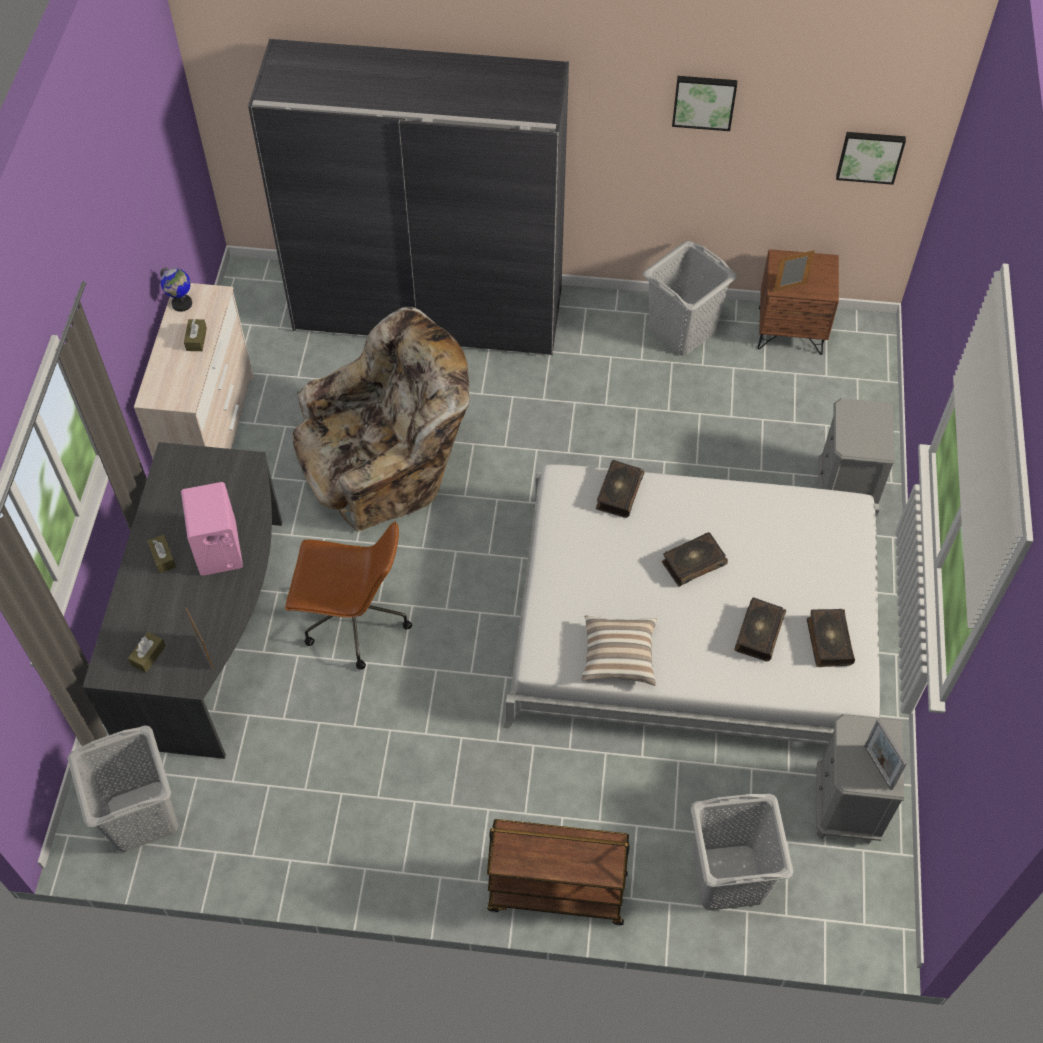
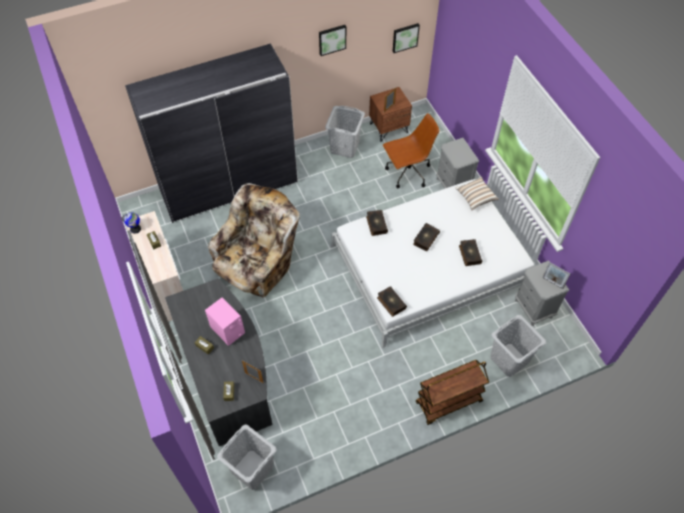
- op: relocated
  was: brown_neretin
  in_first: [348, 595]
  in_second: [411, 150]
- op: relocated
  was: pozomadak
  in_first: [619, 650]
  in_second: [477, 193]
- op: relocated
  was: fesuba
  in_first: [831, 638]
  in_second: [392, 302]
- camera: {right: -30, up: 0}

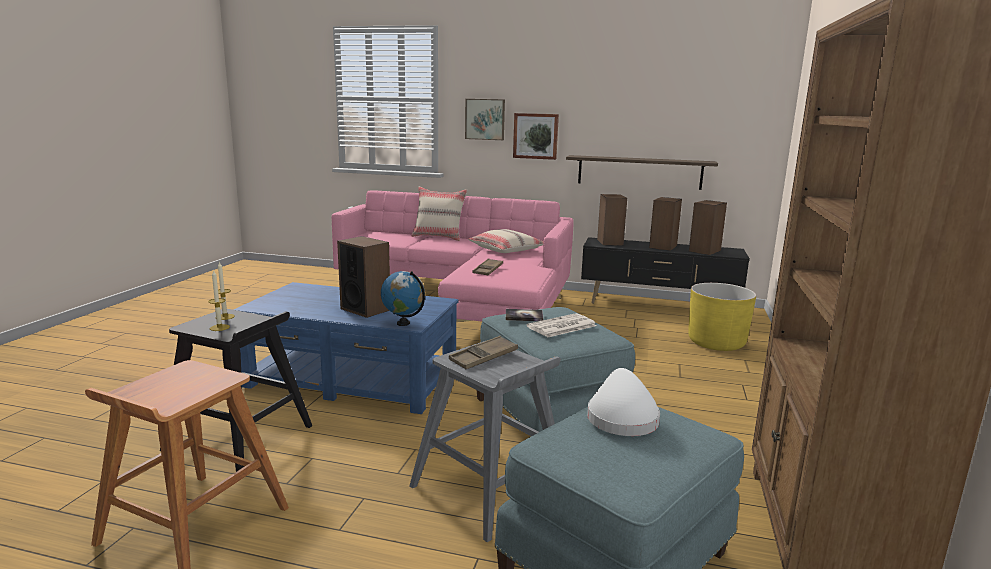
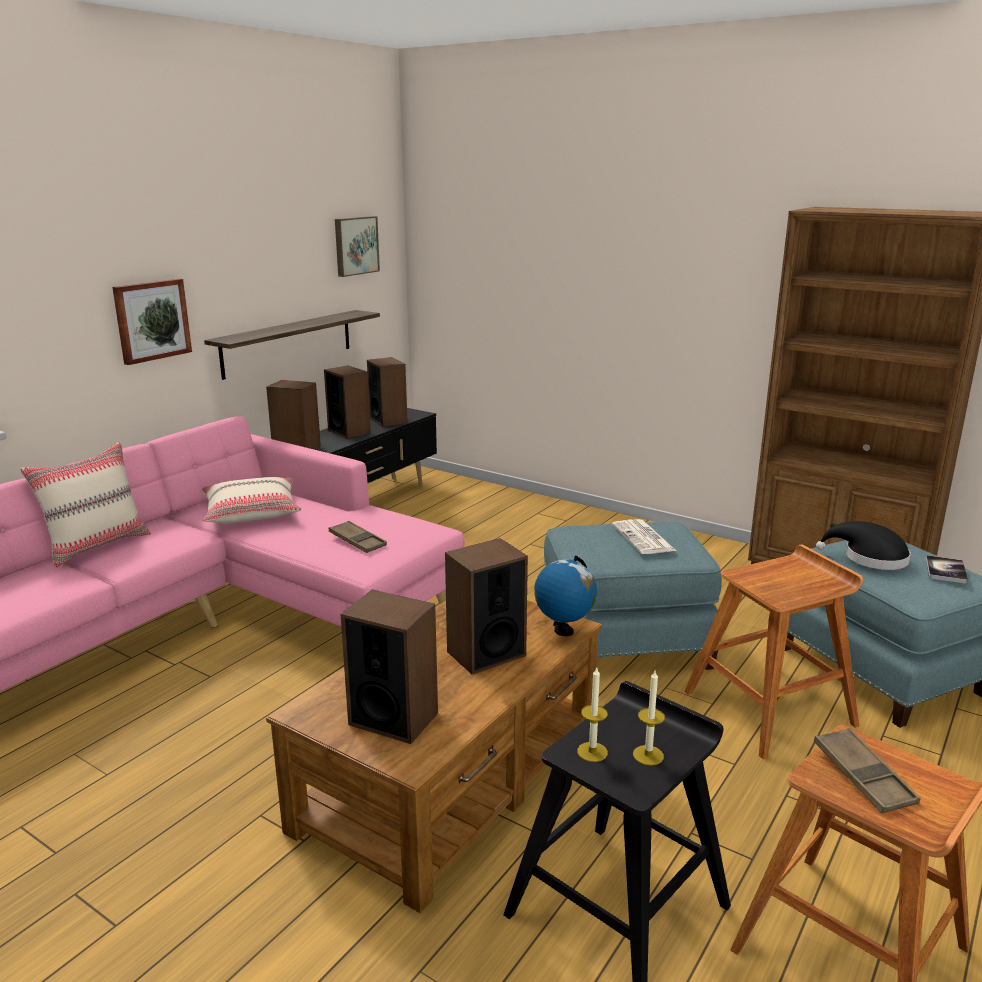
- op: missing
  was: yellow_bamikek
  in_first: [722, 317]
- op: appeared
  now: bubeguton
  in_second: [389, 666]
- op: relocated
  was: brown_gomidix
  in_first: [483, 352]
  in_second: [867, 771]
- op: relocated
  was: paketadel
  in_first: [485, 119]
  in_second: [357, 246]
- op: relocated
  was: fesuba
  in_first: [525, 315]
  in_second: [947, 569]
- op: colour
  was: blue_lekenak
  now: brown_lekenak
  in_first: [346, 348]
  in_second: [434, 756]
- op: colour
  was: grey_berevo
  now: brown_berevo
  in_first: [485, 442]
  in_second: [773, 651]
- op: colour
  was: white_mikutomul
  now: black_mikutomul
  in_first: [623, 402]
  in_second: [863, 545]
- camera: {right: -70, up: 5}

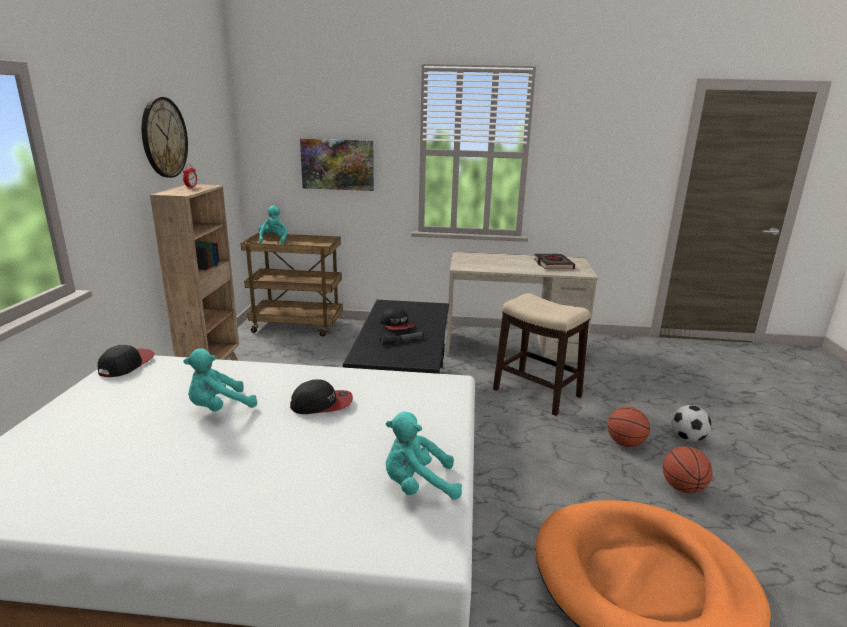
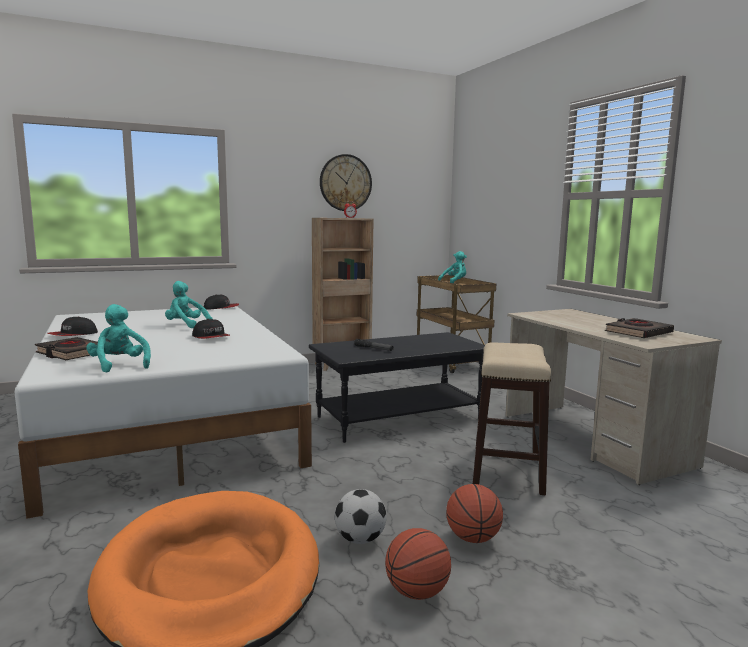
- op: missing
  was: paketadel
  in_first: [337, 164]
- op: appeared
  now: black_fesuba
  in_second: [66, 348]
- op: relocated
  was: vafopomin
  in_first: [397, 319]
  in_second: [72, 326]
- op: relocated
  was: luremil
  in_first: [691, 423]
  in_second: [361, 516]
- camera: {right: 60, up: -10}

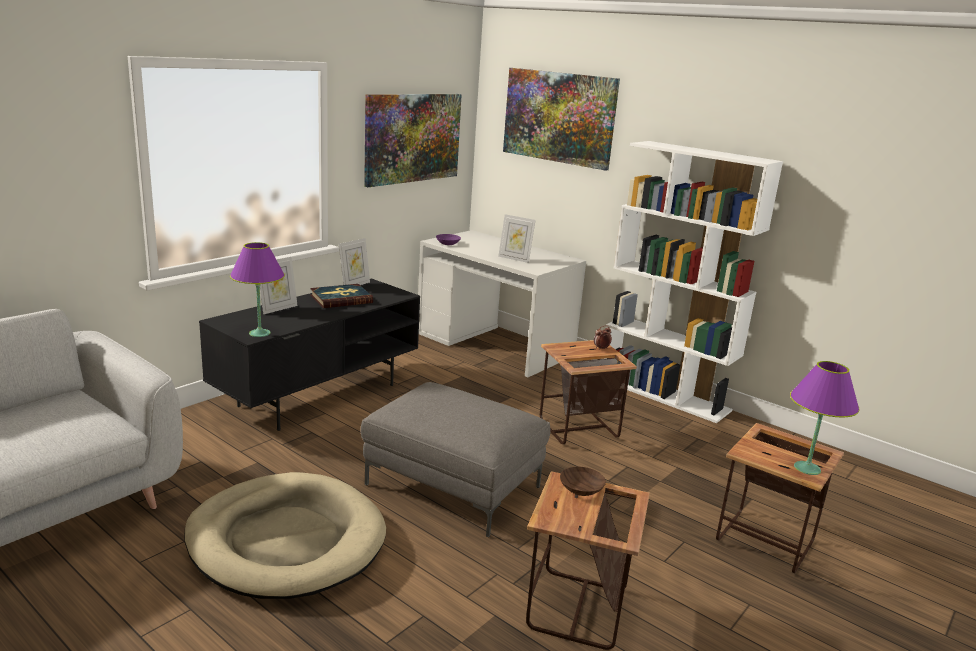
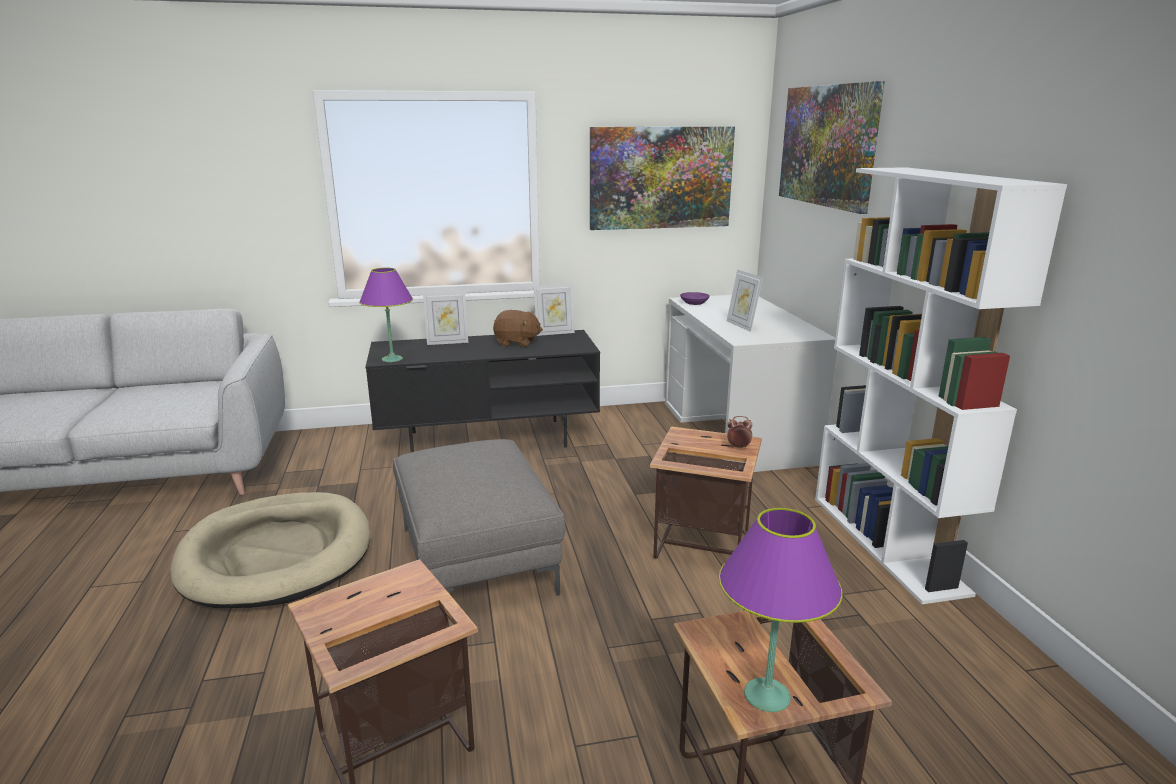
- op: missing
  was: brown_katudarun
  in_first: [583, 481]
- op: exchanged
  was: fesuba
  now: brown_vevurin
  in_first: [341, 296]
  in_second: [518, 328]
- camera: {right: 40, up: 0}

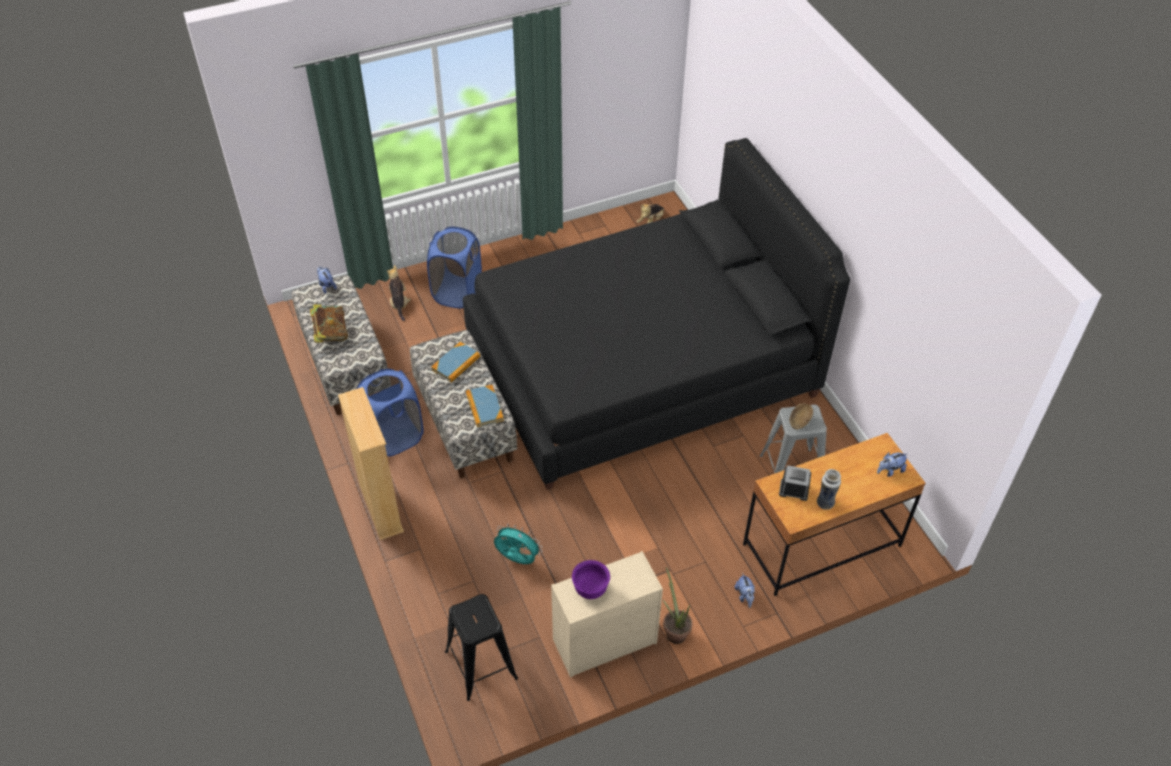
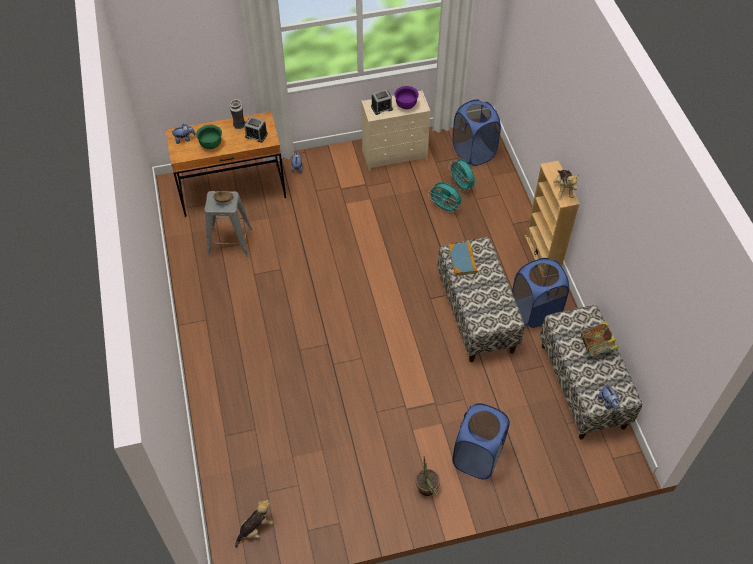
- op: missing
  was: fesuba
  in_first: [455, 362]
- op: missing
  was: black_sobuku
  in_first: [656, 314]
- op: appeared
  now: green_katudarun
  in_second: [209, 137]
- op: appeared
  now: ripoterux
  in_second: [382, 102]
- op: appeared
  now: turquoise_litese
  in_second: [462, 175]
- op: relocated
  was: vevurin
  in_first: [399, 293]
  in_second: [565, 184]
- op: relocated
  was: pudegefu
  in_first: [678, 605]
  in_second: [428, 477]
- op: exchanged
  was: black_berevo
  now: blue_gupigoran
  in_first: [481, 647]
  in_second: [477, 132]
- camera: {right: -170, up: 5}

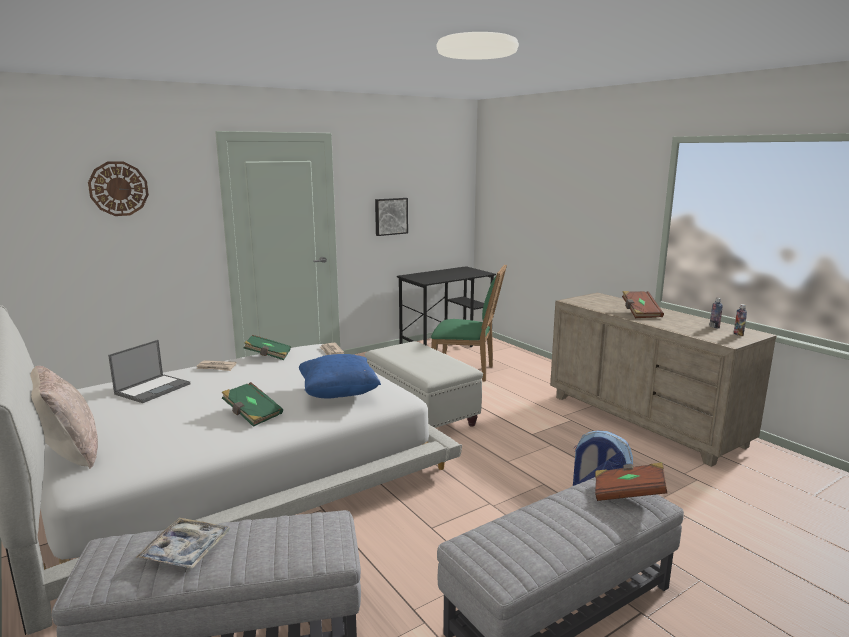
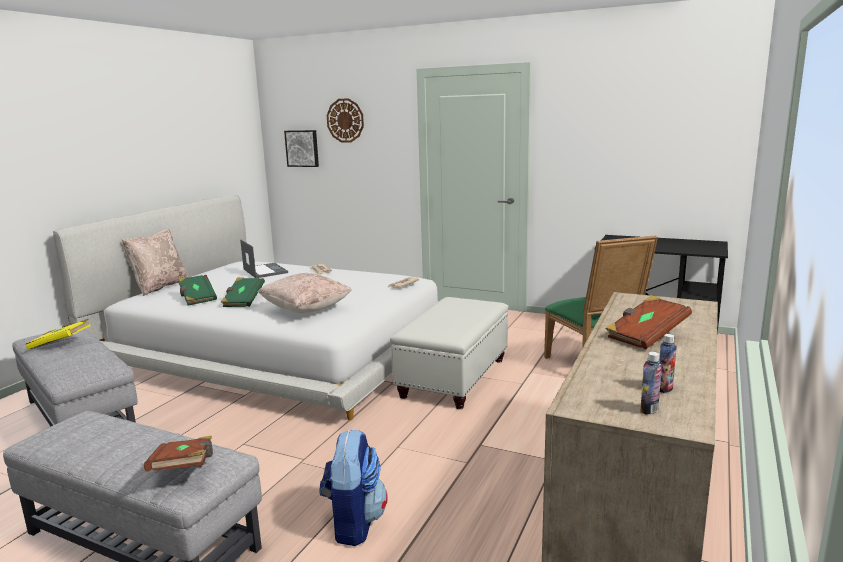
- op: relocated
  was: green_fesuba
  in_first: [267, 347]
  in_second: [197, 290]
- op: relocated
  was: paketadel
  in_first: [391, 217]
  in_second: [301, 148]
- op: exchanged
  was: gomidix
  now: yellow_fesuba
  in_first: [183, 543]
  in_second: [58, 334]
- op: colour
  was: blue_pozomadak
  now: beige_pozomadak
  in_first: [340, 376]
  in_second: [305, 293]
- op: spun
  was: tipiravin
  in_first: [149, 371]
  in_second: [264, 259]
  clockwise: -120
- camera: {right: 60, up: 0}

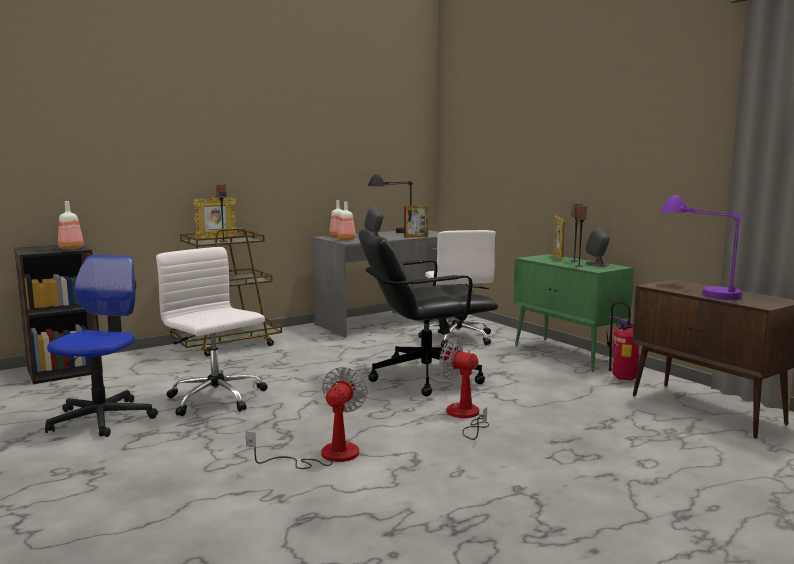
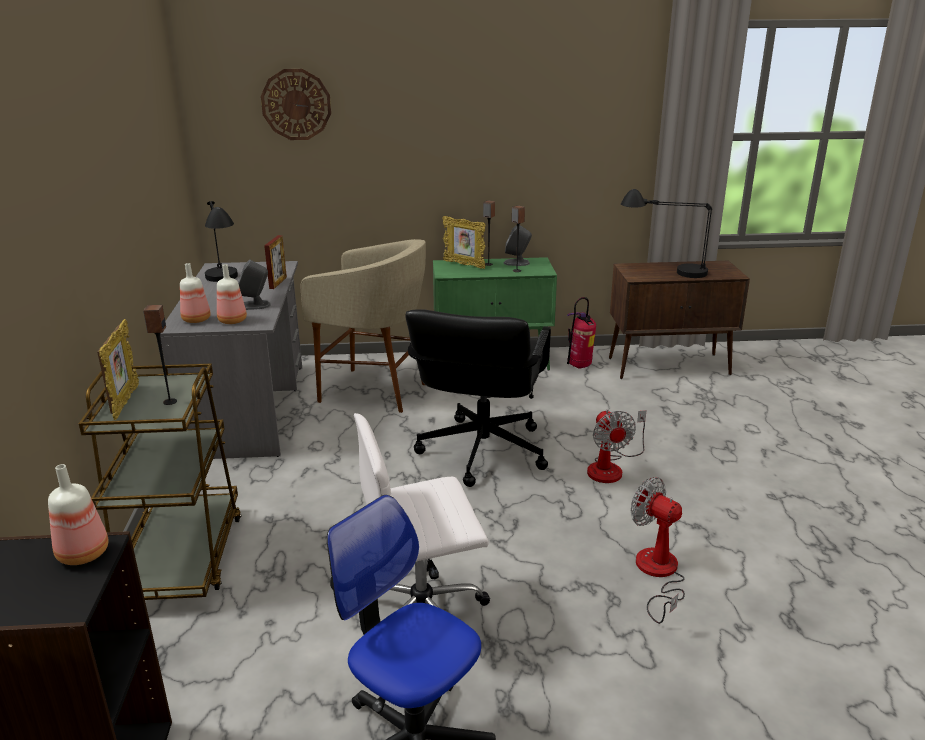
- op: appeared
  now: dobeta
  in_second: [296, 104]
- op: exchanged
  was: white_neretin
  now: beige_berevo
  in_first: [457, 288]
  in_second: [363, 326]
- op: colour
  was: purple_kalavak
  now: black_kalavak
  in_first: [701, 247]
  in_second: [666, 233]
- op: spun
  was: litese
  in_first: [464, 389]
  in_second: [617, 446]
  clockwise: -75
- camera: {right: -60, up: 15}

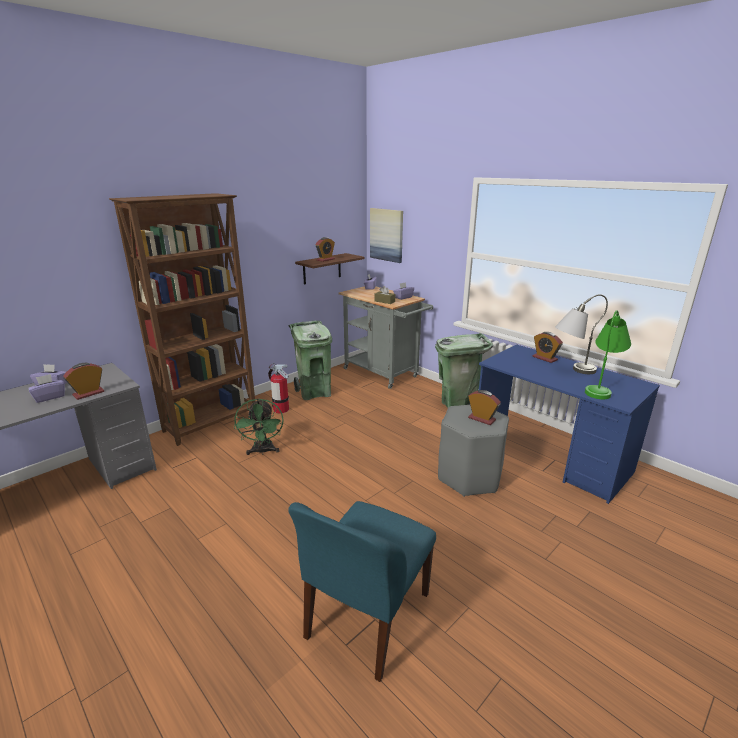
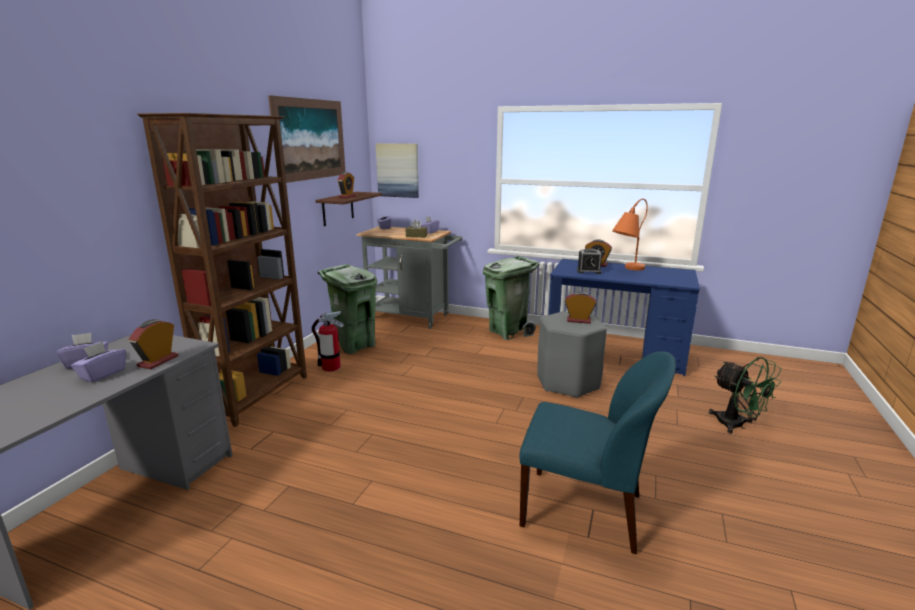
- op: missing
  was: green_kalavak
  in_first: [608, 354]
- op: appeared
  now: paketadel
  in_second: [307, 139]
- op: appeared
  now: ripoterux
  in_second: [589, 261]
- op: relocated
  was: green_litese
  in_first: [259, 426]
  in_second: [745, 395]
- op: colour
  was: grey_kalavak
  now: orange_kalavak
  in_first: [581, 334]
  in_second: [630, 235]
- op: spun
  was: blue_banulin
  in_first: [362, 591]
  in_second: [597, 452]
  clockwise: -75
- camera: {right: -25, up: -5}

